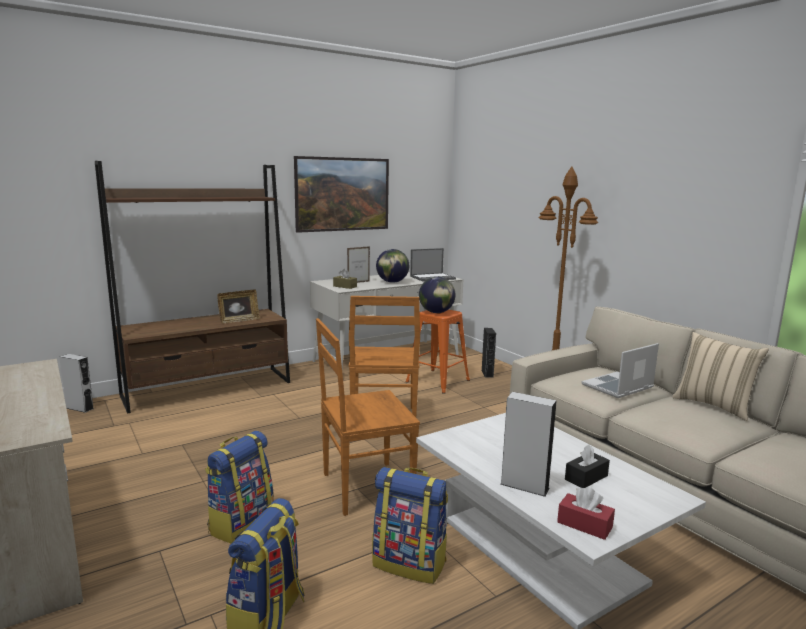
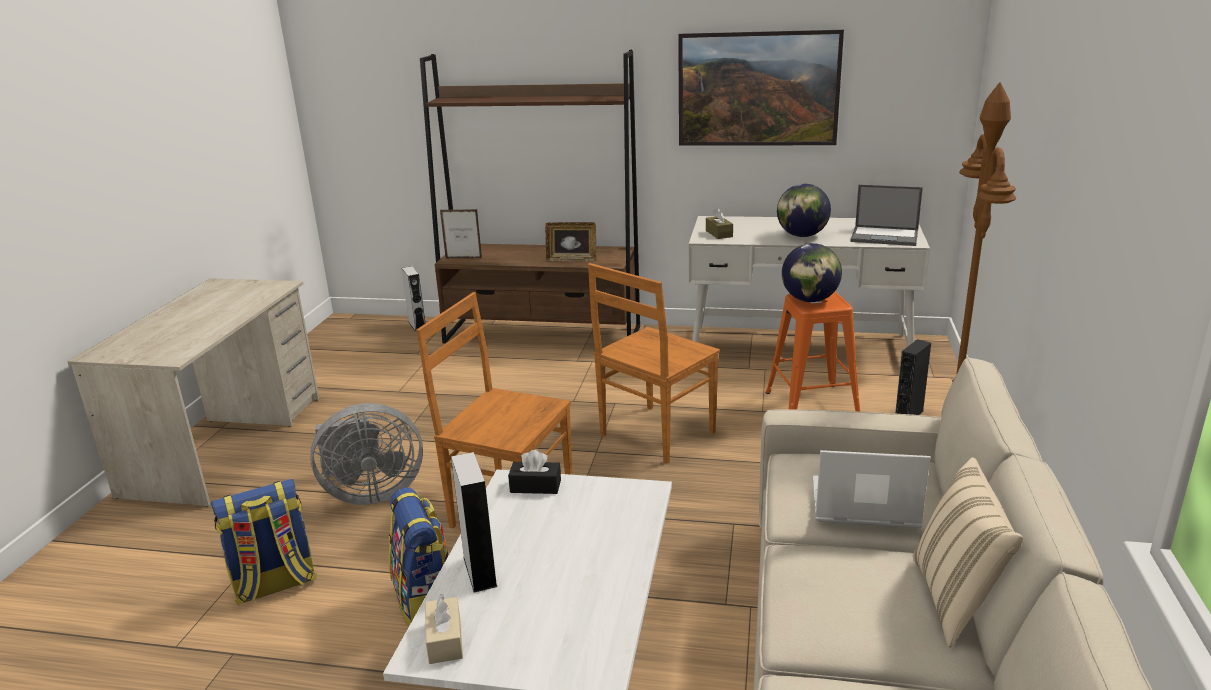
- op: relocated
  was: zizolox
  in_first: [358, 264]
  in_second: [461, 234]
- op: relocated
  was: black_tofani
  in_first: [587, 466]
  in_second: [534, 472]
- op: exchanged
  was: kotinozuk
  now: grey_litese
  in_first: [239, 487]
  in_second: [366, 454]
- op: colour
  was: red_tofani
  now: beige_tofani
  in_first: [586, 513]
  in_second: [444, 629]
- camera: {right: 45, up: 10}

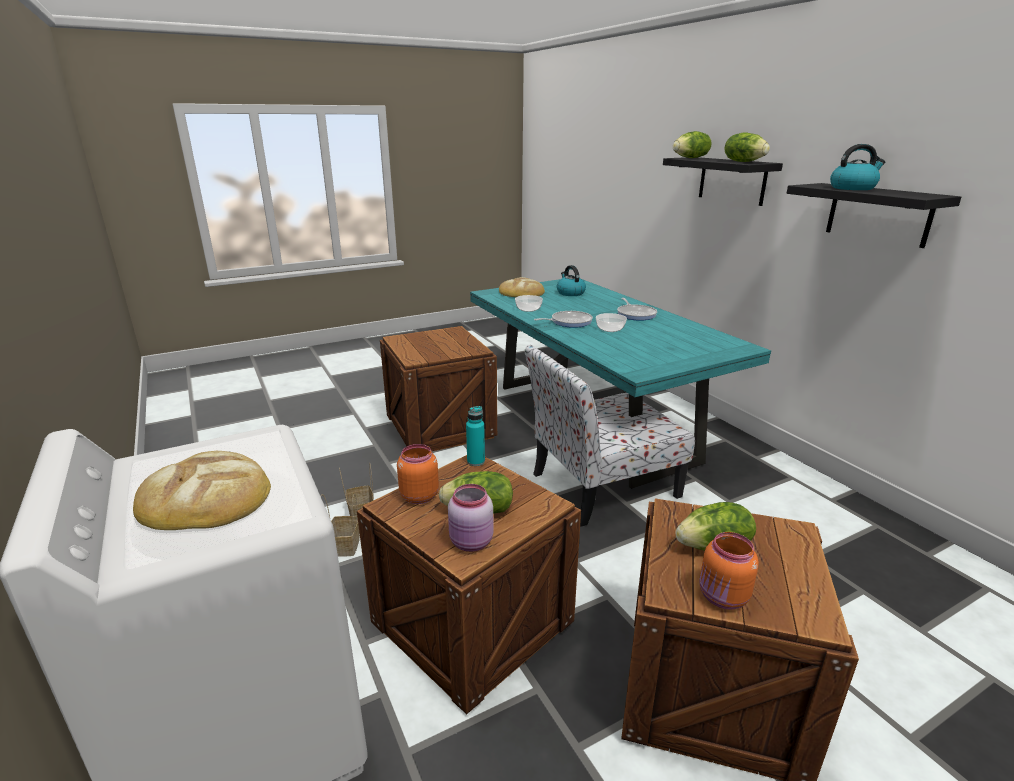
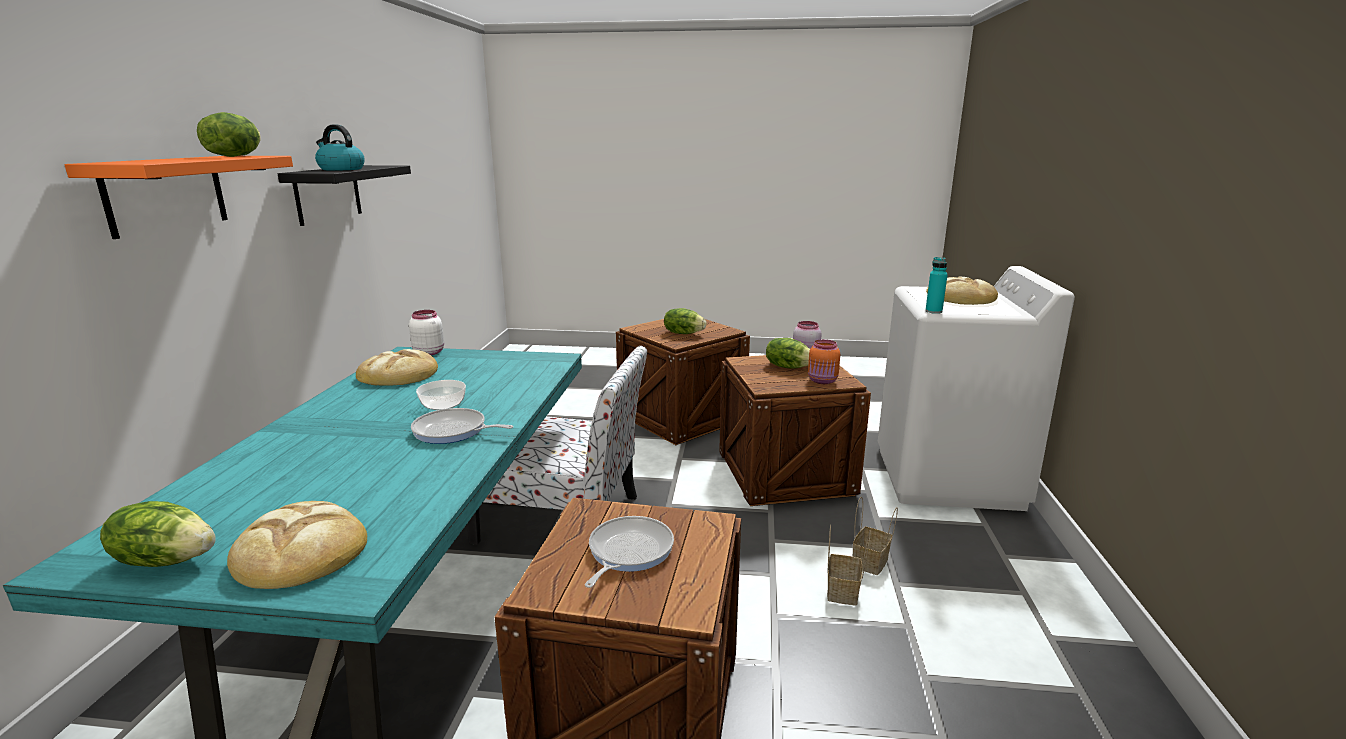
- op: missing
  was: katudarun
  in_first: [529, 303]
- op: missing
  was: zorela
  in_first: [571, 280]
- op: missing
  was: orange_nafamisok
  in_first: [729, 571]
- op: appeared
  now: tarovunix
  in_second: [397, 367]
- op: appeared
  now: white_nafamisok
  in_second: [426, 332]
- op: relocated
  was: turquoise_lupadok
  in_first: [475, 436]
  in_second: [936, 285]
- op: relocated
  was: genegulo
  in_first: [637, 309]
  in_second: [629, 552]
- op: relocated
  was: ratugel
  in_first: [692, 144]
  in_second: [158, 534]
- op: colour
  was: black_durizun
  now: orange_durizun
  in_first: [723, 181]
  in_second: [179, 197]
- camera: {right: -145, up: -5}

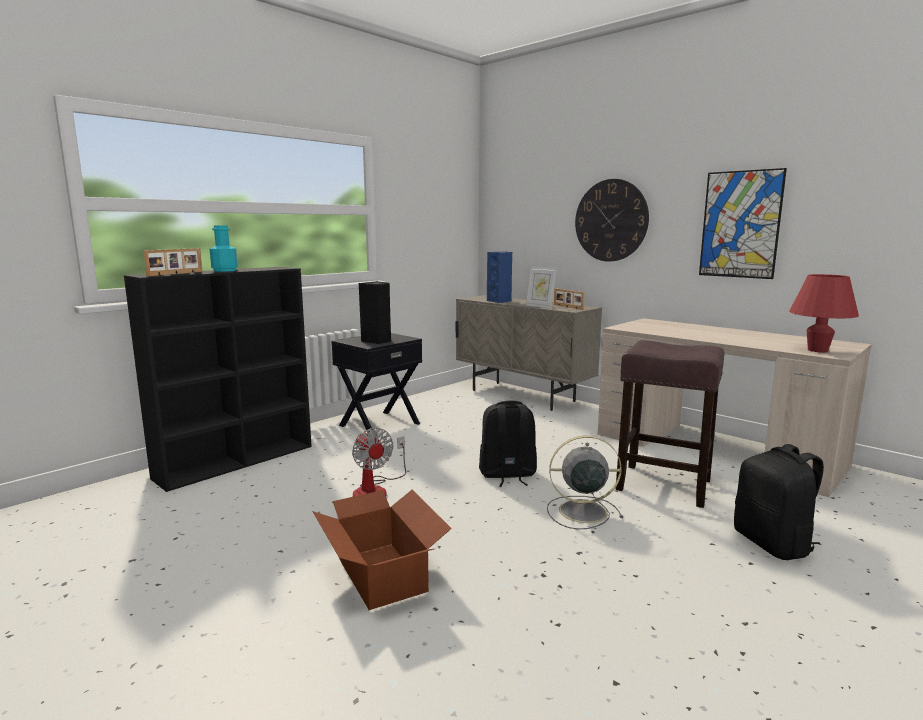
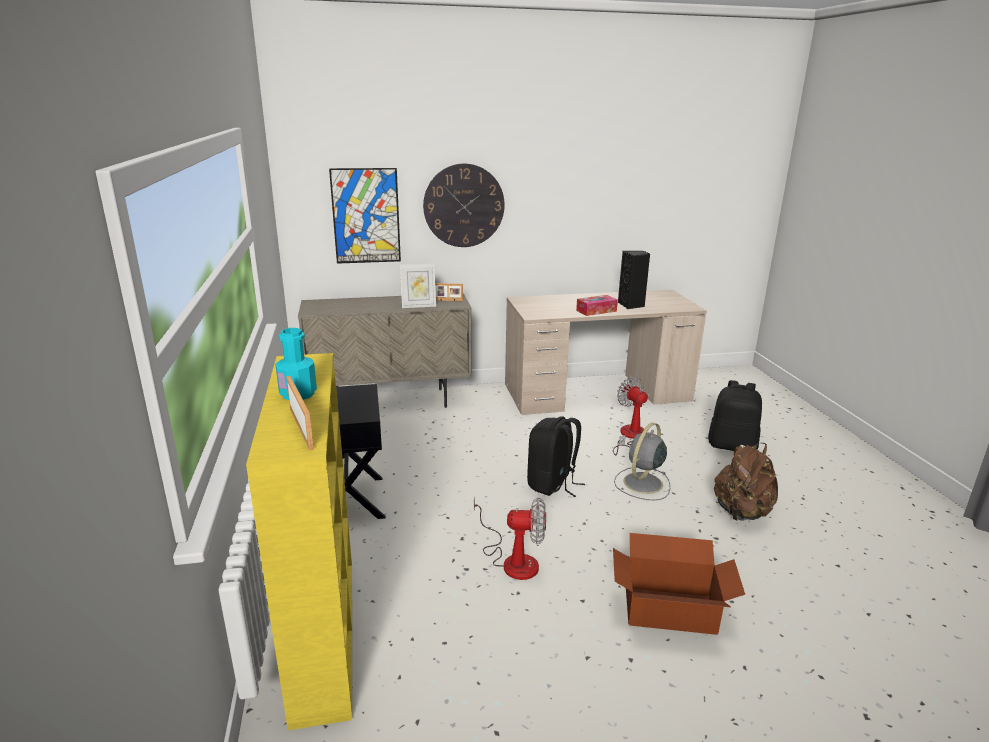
- op: missing
  was: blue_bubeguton
  in_first: [499, 277]
- op: missing
  was: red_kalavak
  in_first: [824, 313]
- op: appeared
  now: tofani
  in_second: [597, 305]
- op: appeared
  now: brown_kotinozuk
  in_second: [746, 482]
- op: relocated
  was: black_bubeguton
  in_first: [375, 312]
  in_second: [634, 280]
- op: relocated
  was: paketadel
  in_first: [743, 223]
  in_second: [365, 216]
- op: exchanged
  was: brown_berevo
  now: litese
  in_first: [669, 424]
  in_second: [630, 416]
- op: colour
  was: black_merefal
  now: yellow_merefal
  in_first: [218, 379]
  in_second: [299, 541]
- camera: {right: -55, up: 10}

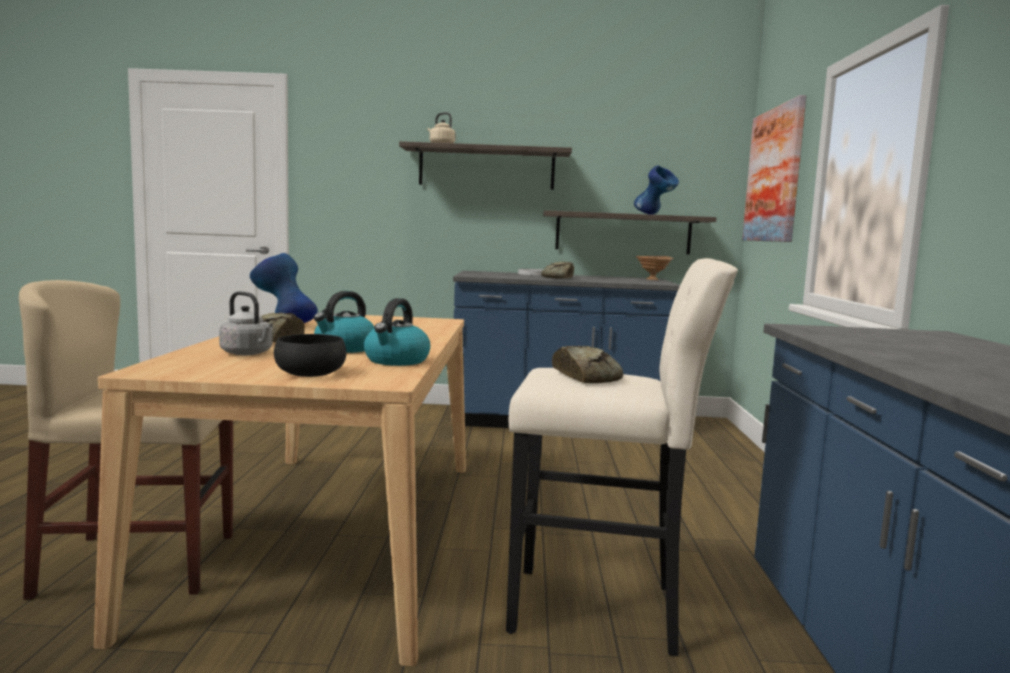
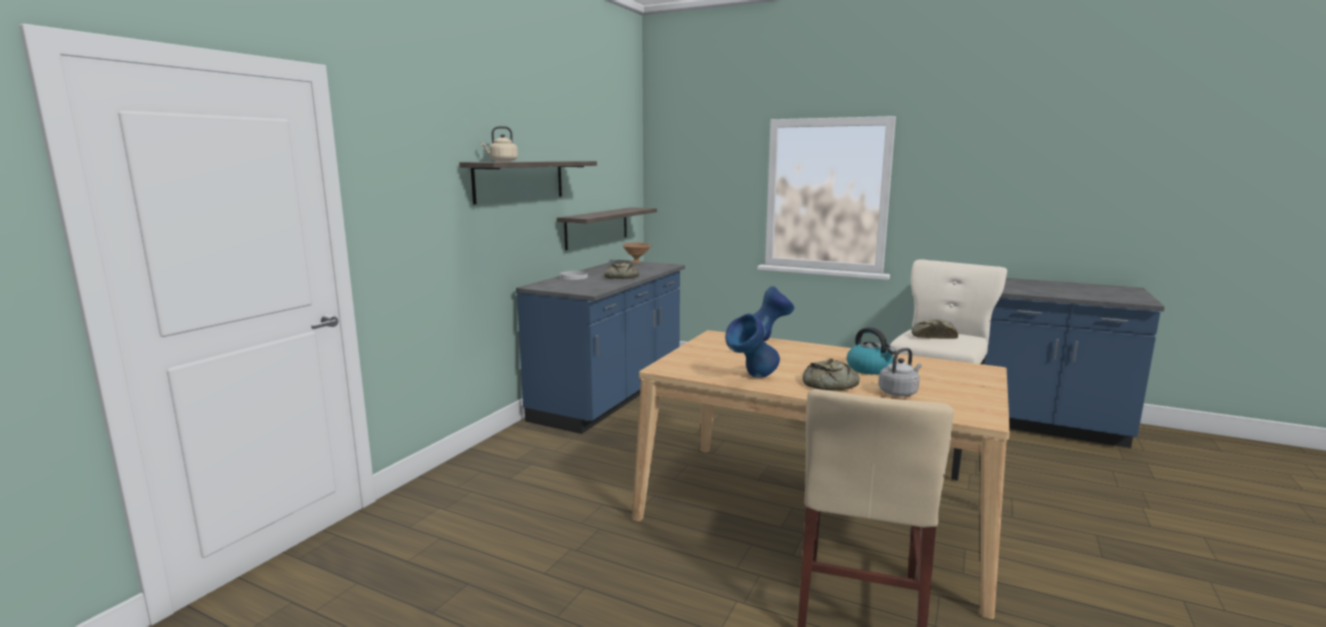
- op: missing
  was: black_katudarun
  in_first: [310, 355]
- op: missing
  was: zorela
  in_first: [397, 332]
- op: missing
  was: paketadel
  in_first: [774, 168]
- op: relocated
  was: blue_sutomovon
  in_first: [656, 190]
  in_second: [773, 313]
- camera: {right: -65, up: 5}

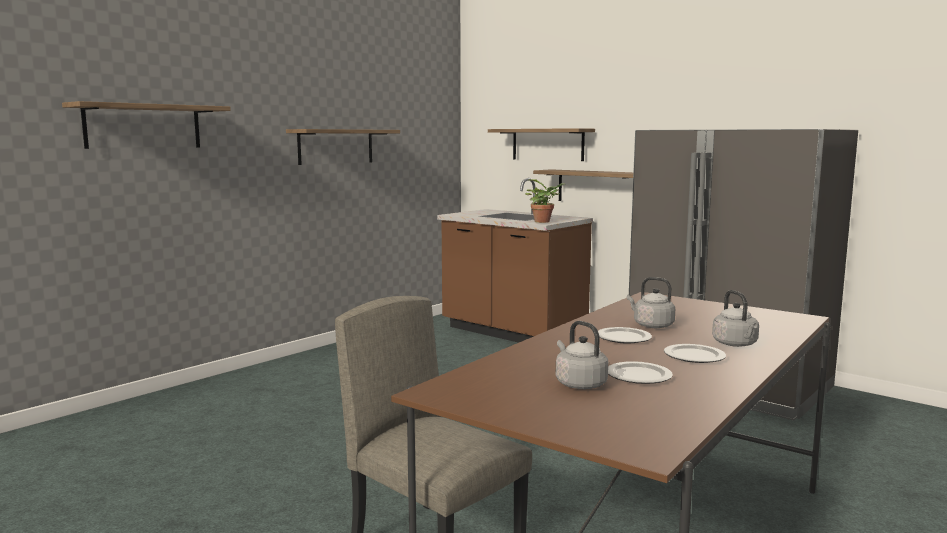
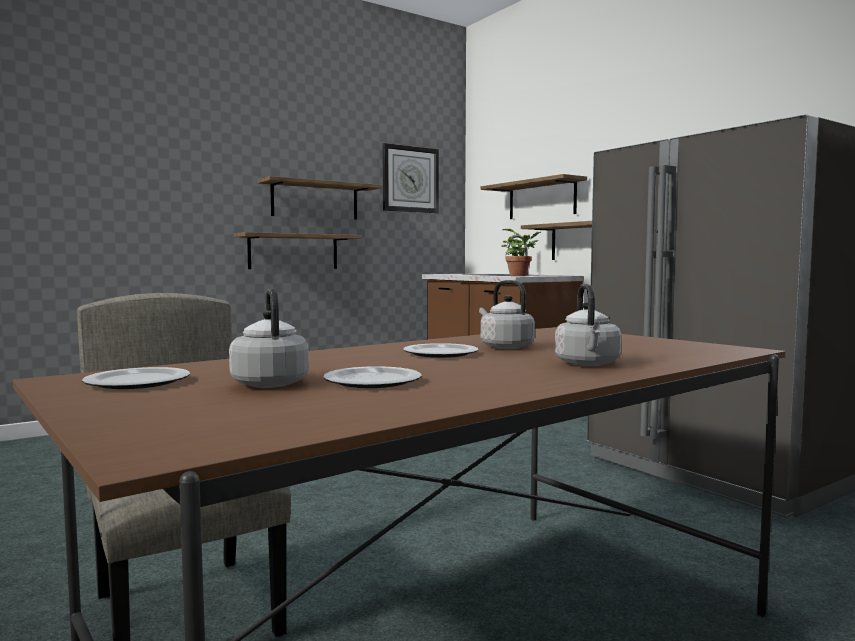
- op: appeared
  now: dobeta
  in_second: [411, 178]
- op: relocated
  was: durizun
  in_first: [146, 125]
  in_second: [298, 250]
- op: relocated
  was: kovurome
  in_first: [695, 353]
  in_second: [136, 378]
- camera: {right: 15, up: -5}

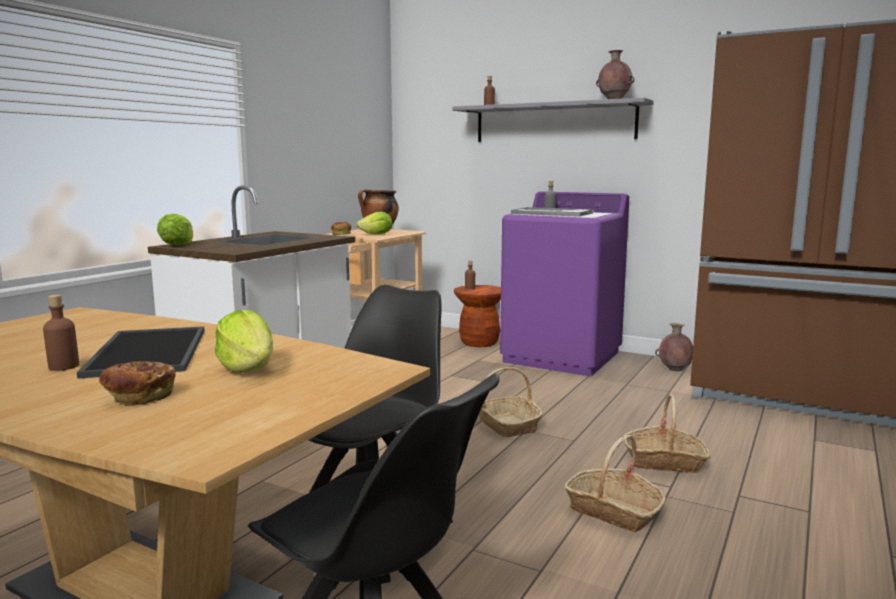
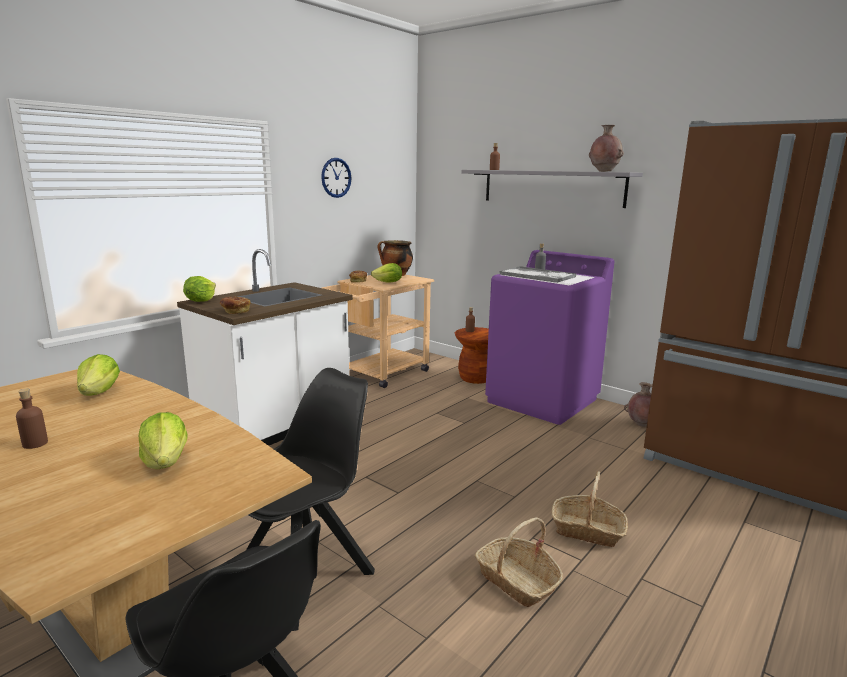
- op: missing
  was: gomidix
  in_first: [140, 352]
- op: missing
  was: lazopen
  in_first: [511, 402]
- op: appeared
  now: ratugel
  in_second: [98, 375]
- op: appeared
  now: dobeta
  in_second: [336, 178]
- op: relocated
  was: tarovunix
  in_first: [137, 383]
  in_second: [235, 305]
- camera: {right: 10, up: 5}

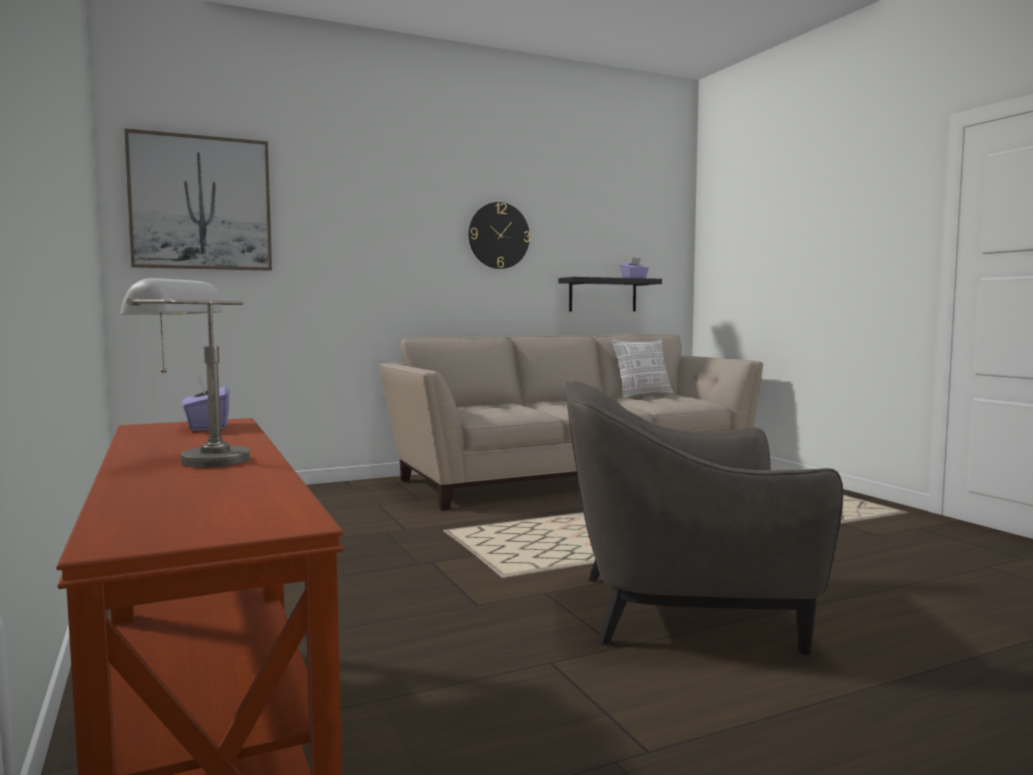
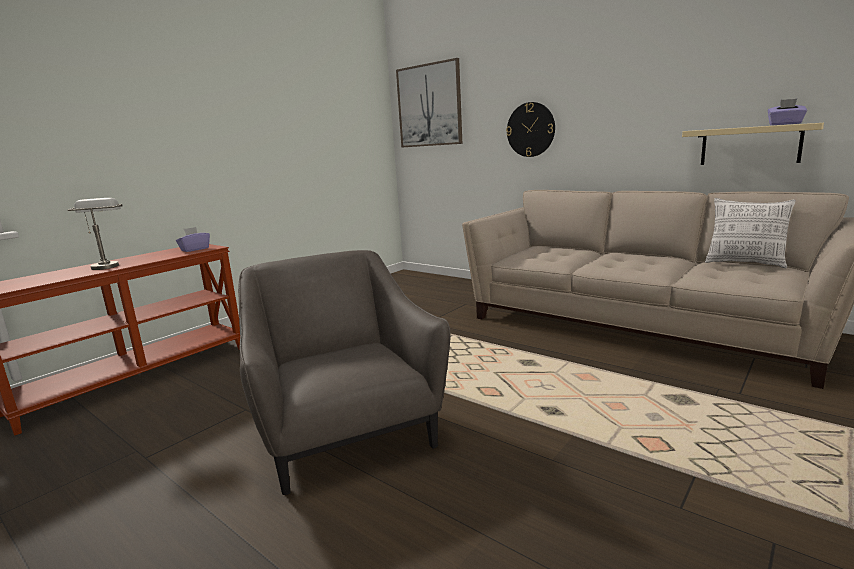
- op: relocated
  was: dobeta
  in_first: [499, 235]
  in_second: [530, 129]
- op: colour
  was: black_durizun
  now: beige_durizun
  in_first: [610, 294]
  in_second: [753, 144]
- camera: {right: 65, up: 10}

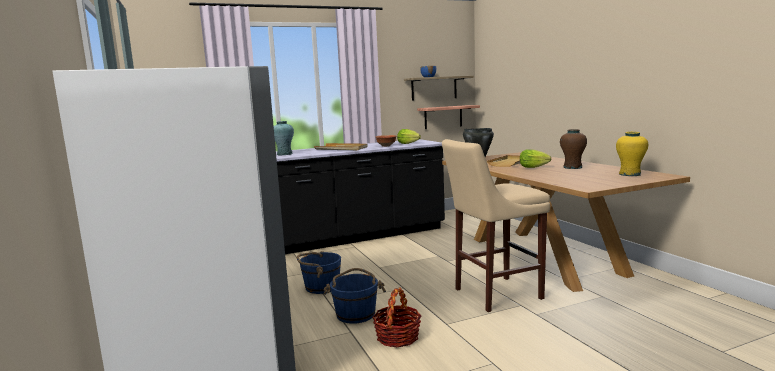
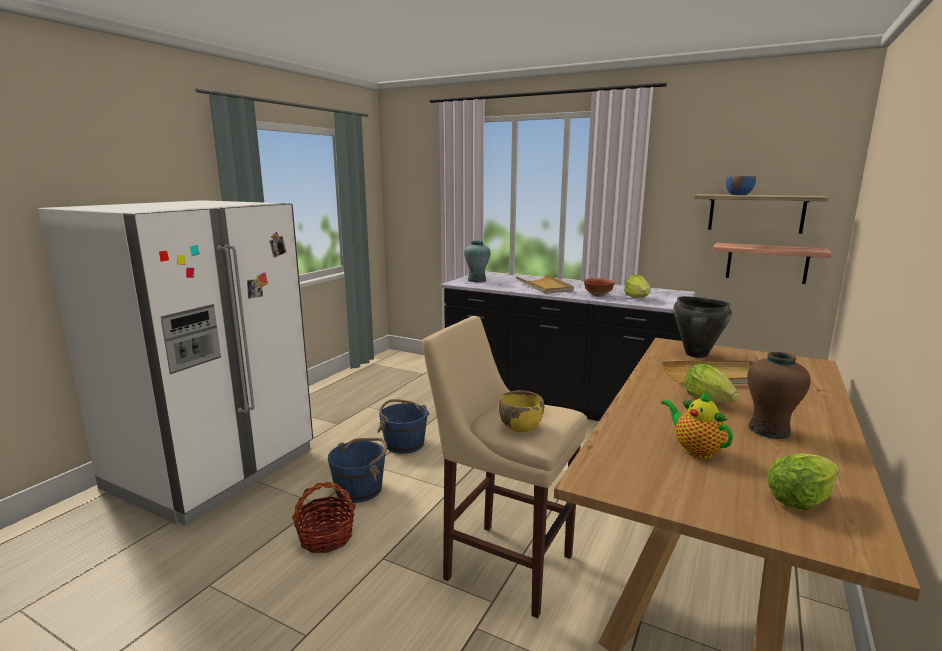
- op: appeared
  now: yellow_katudarun
  in_second: [521, 411]
- op: appeared
  now: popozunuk
  in_second: [697, 425]
- op: exchanged
  was: yellow_sutomovon
  now: ratugel
  in_first: [632, 154]
  in_second: [803, 481]
- camera: {right: 50, up: 5}

